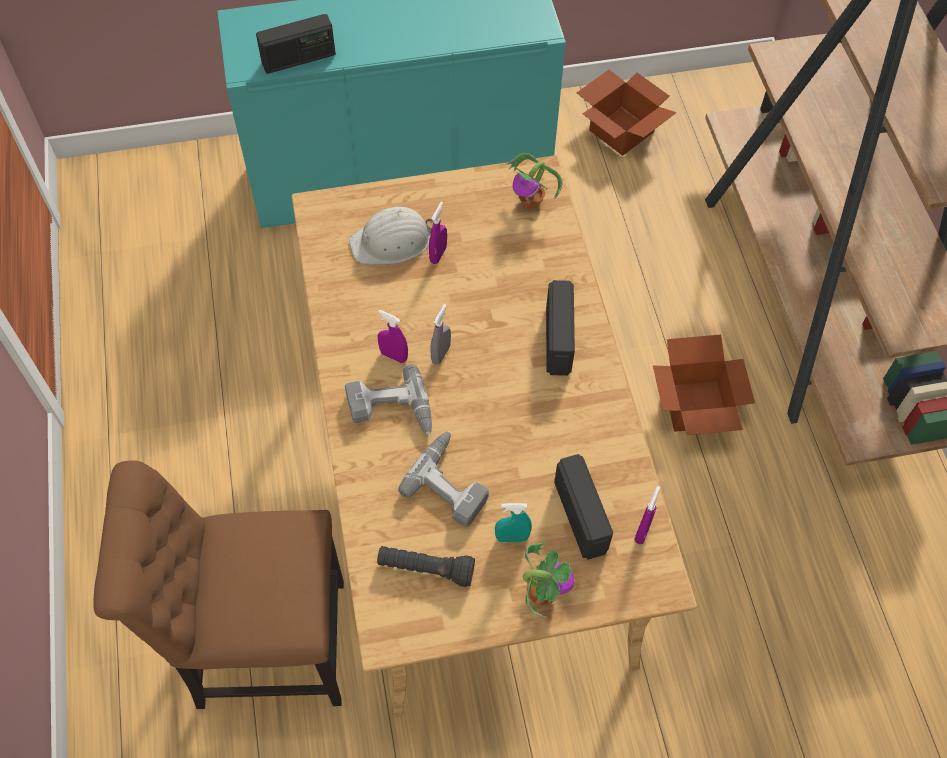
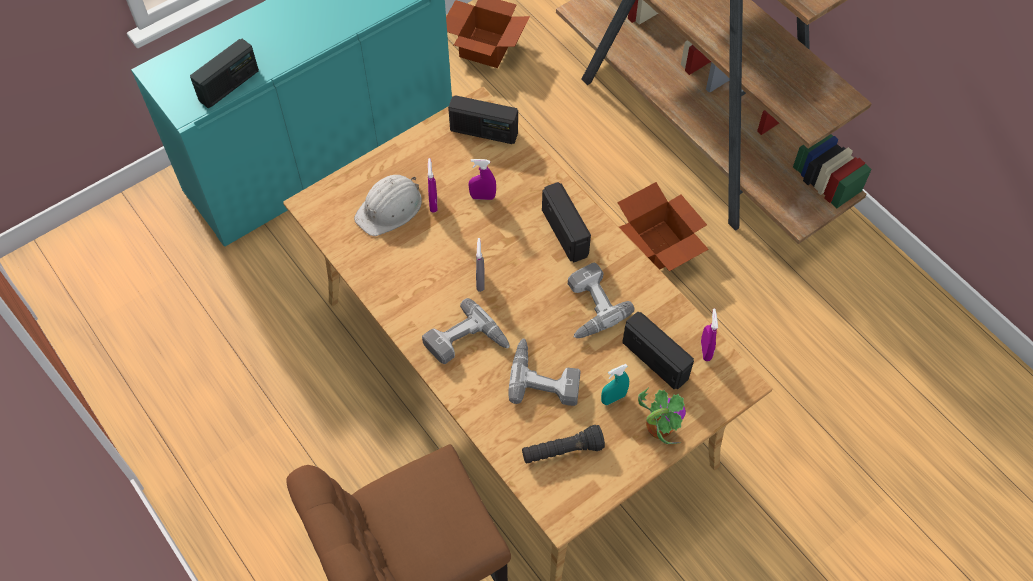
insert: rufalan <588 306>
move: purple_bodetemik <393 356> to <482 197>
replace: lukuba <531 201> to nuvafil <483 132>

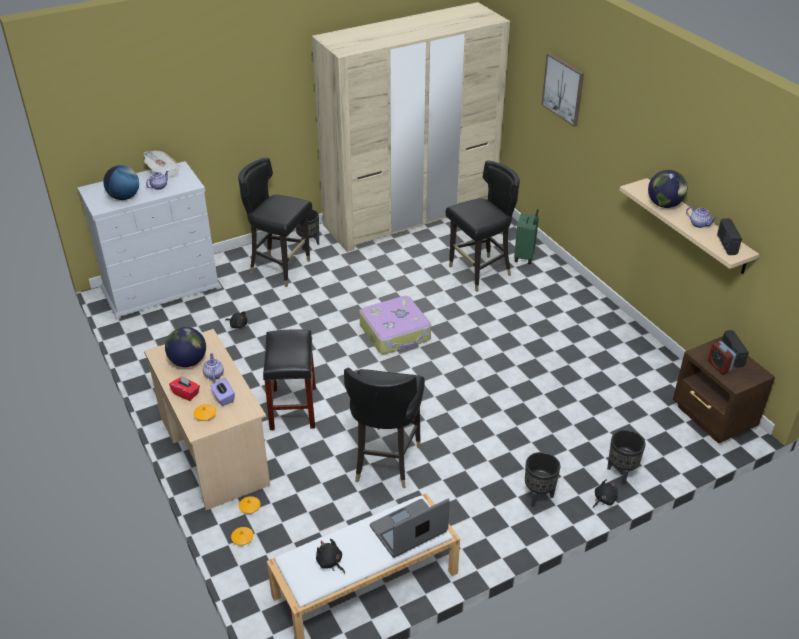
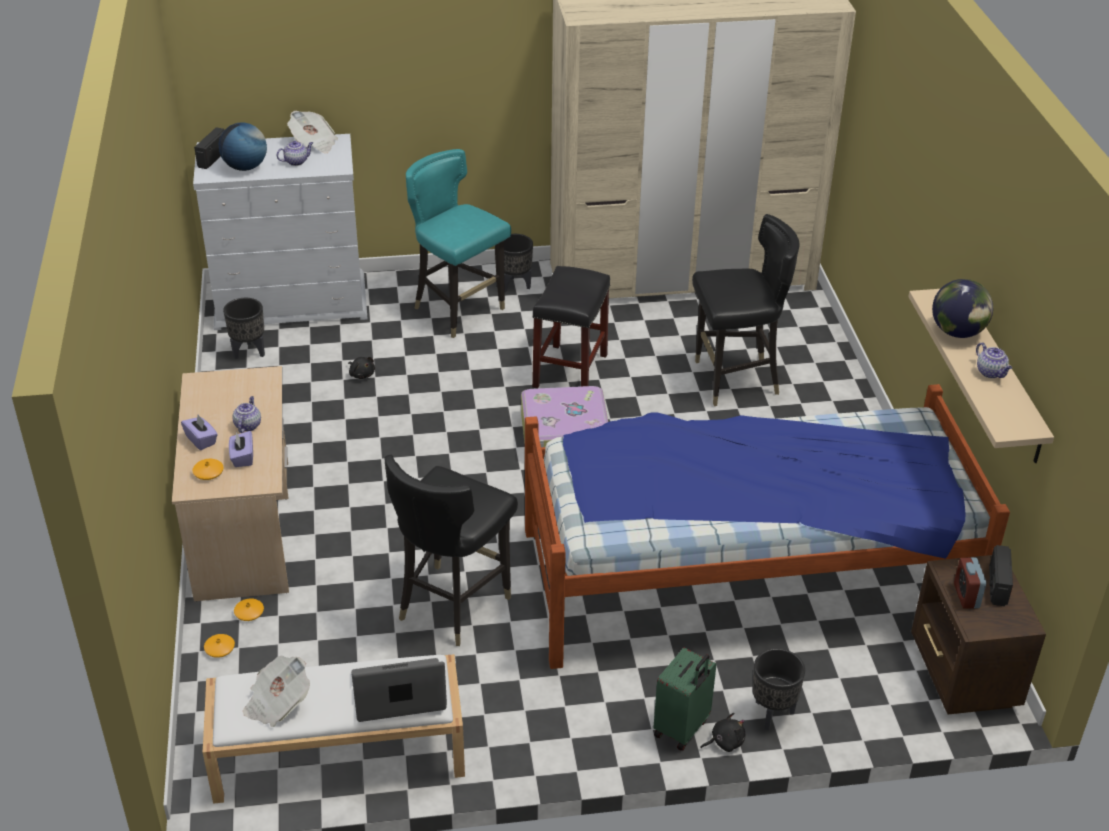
delete: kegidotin <188 361>; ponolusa <563 89>
insert: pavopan <743 575>
move: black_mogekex <293 408> to <570 371>; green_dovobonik <525 256> to <682 729>; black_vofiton <538 496> to <249 352>; nuvafil <726 244> to <212 158>
replace: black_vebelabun <330 562> to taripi <277 703>
recolor: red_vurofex <186 393> to purple_vurofex <201 440>; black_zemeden <280 268> to turquoise_zemeden <459 311>

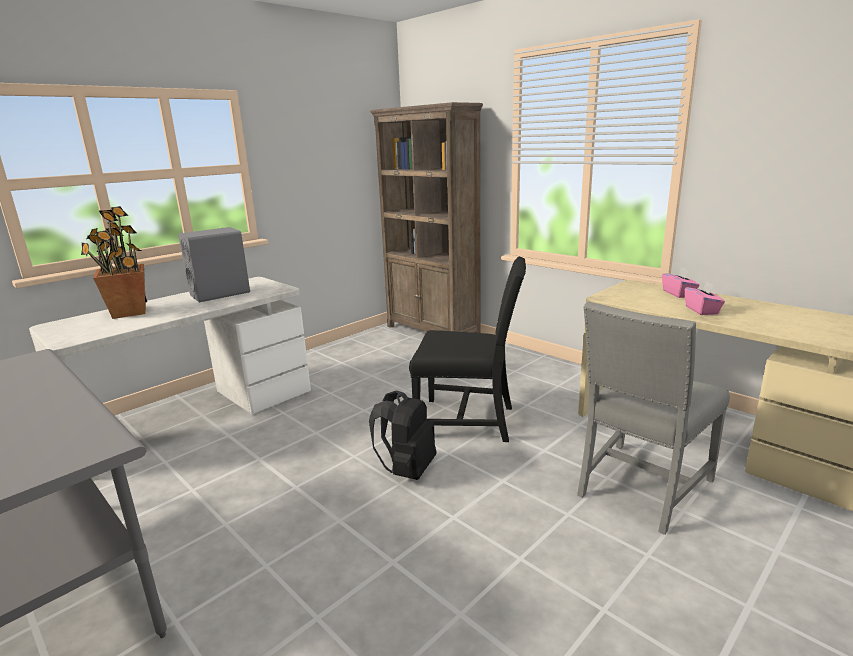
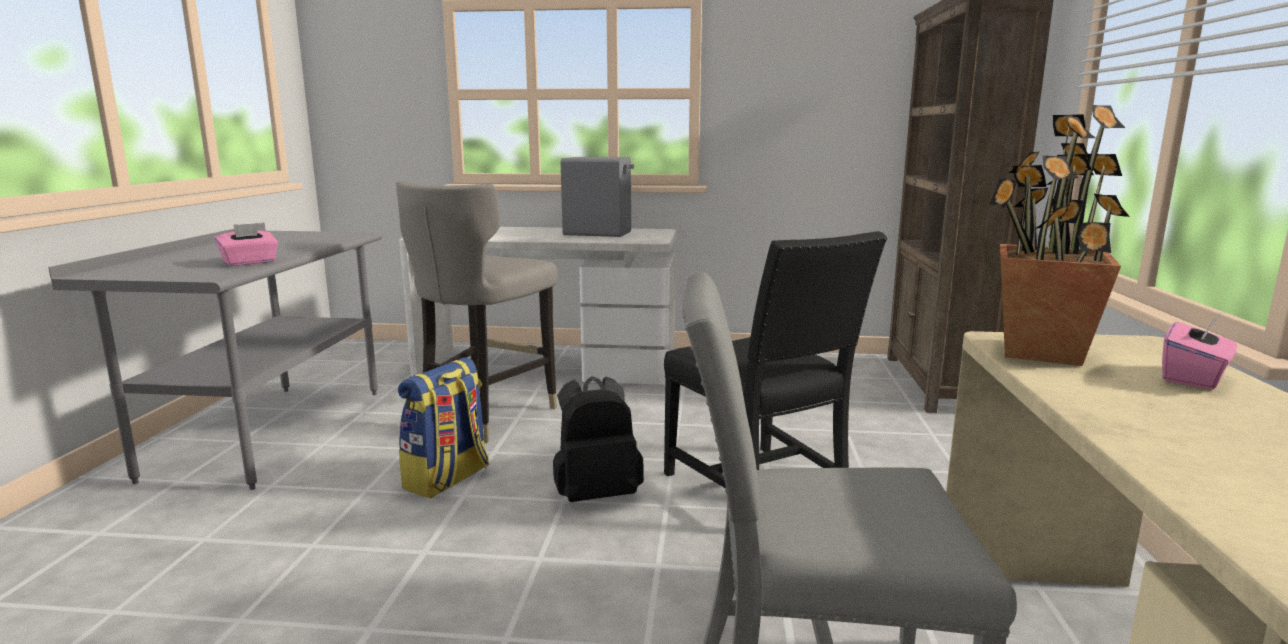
insert: grey_mogekex <484 416>; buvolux <447 479>
move: lukuba <128 312> to <1039 352>; pink_vurofex <702 310> to <250 262>

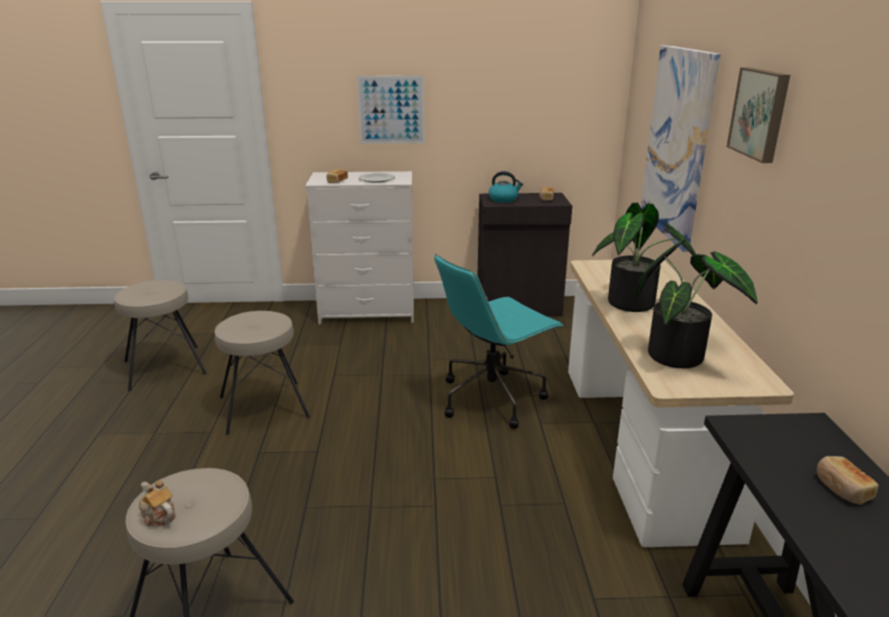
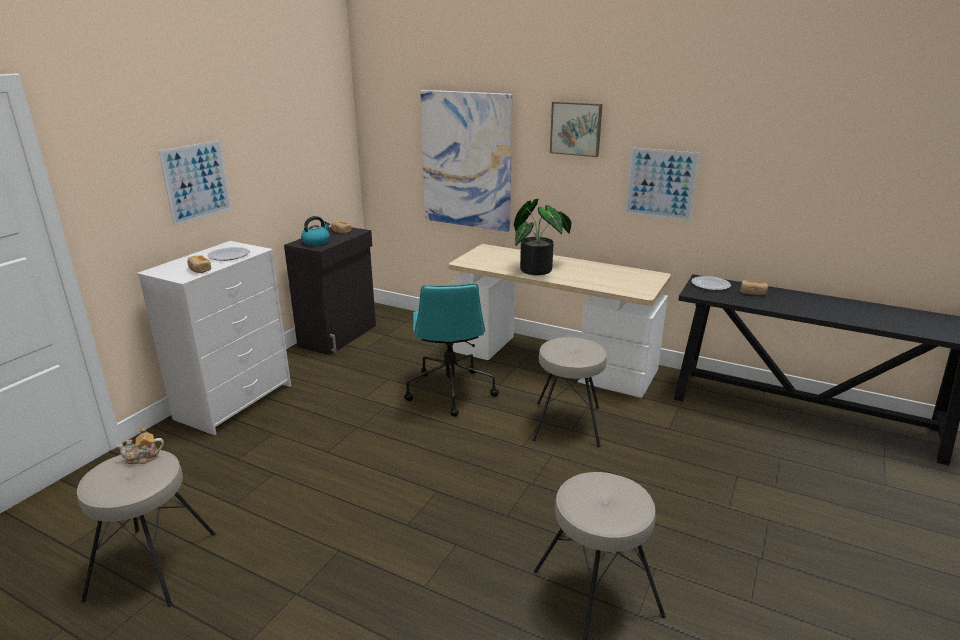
delete: lukuba <681 355>
insert: ponolusa <661 184>; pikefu <710 285>
move: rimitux <158 515> to <143 458>; beige_mogekex <264 407> to <568 423>

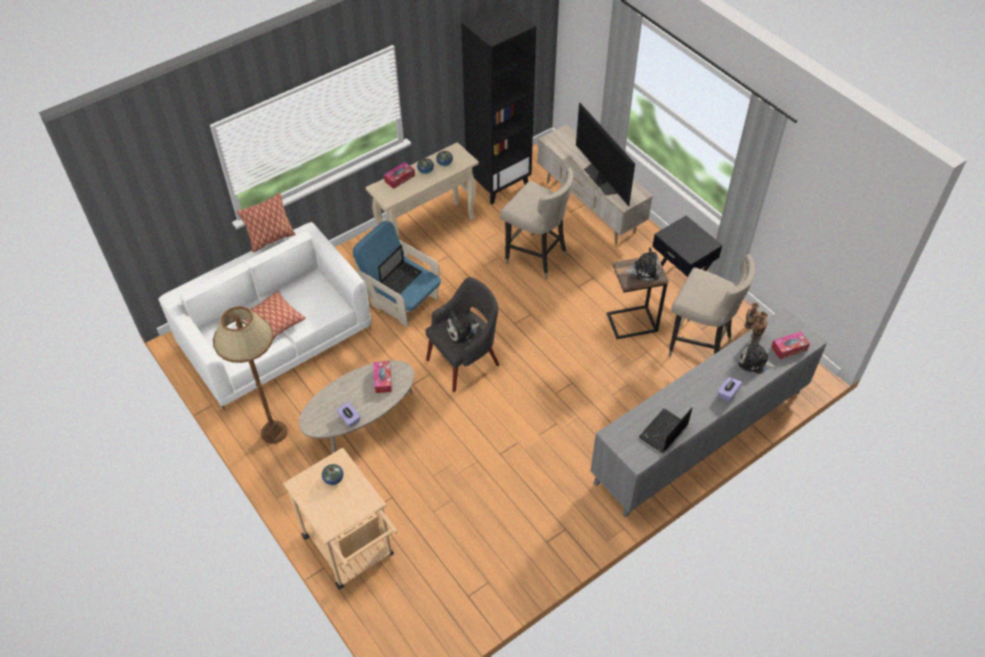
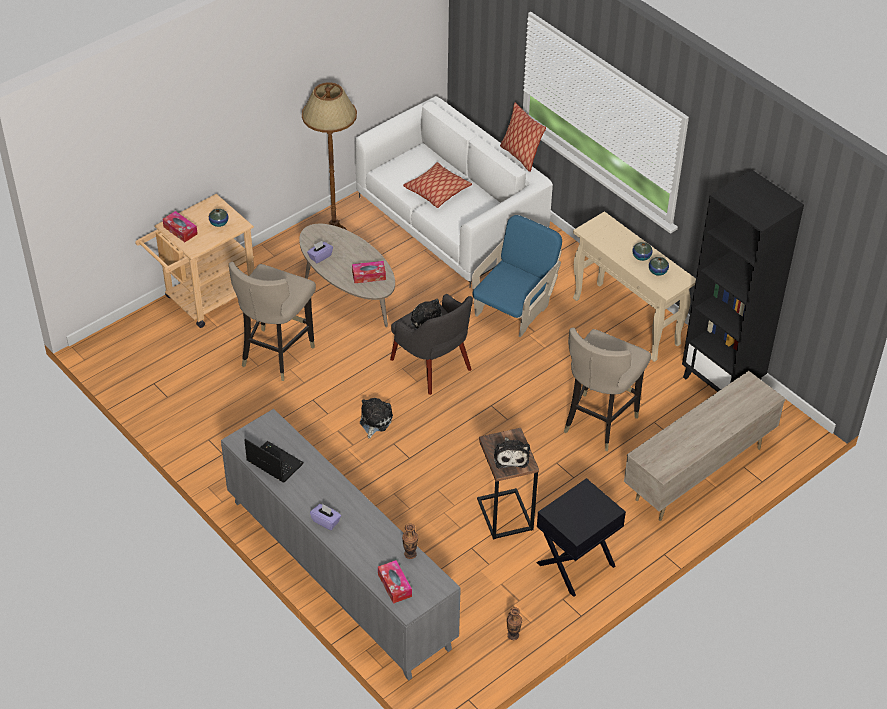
delete: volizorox <401 277>; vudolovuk <602 179>
move: vurofex <399 178> to <180 230>; beige_mogekex <698 346> to <276 354>; vebelabun <755 362> to <374 421>

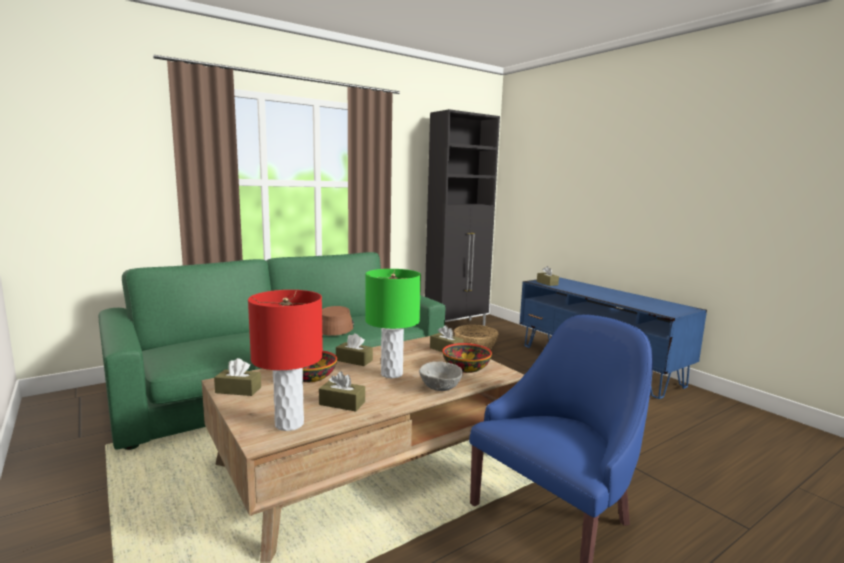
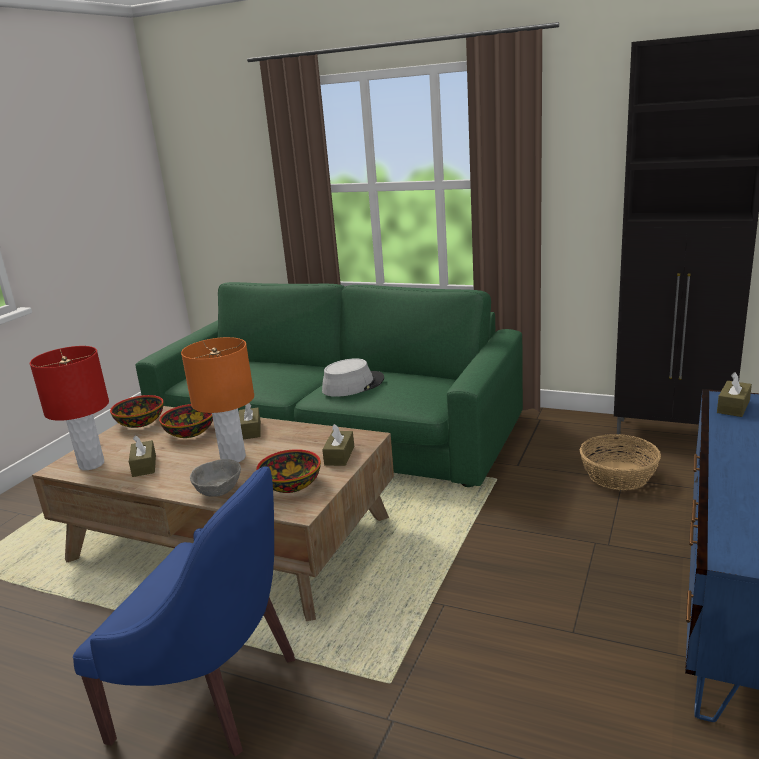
replace: brown_vurofex <238 390> to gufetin <140 422>
recolor: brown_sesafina <335 327> to grey_sesafina <353 385>; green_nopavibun <391 374> to orange_nopavibun <233 458>

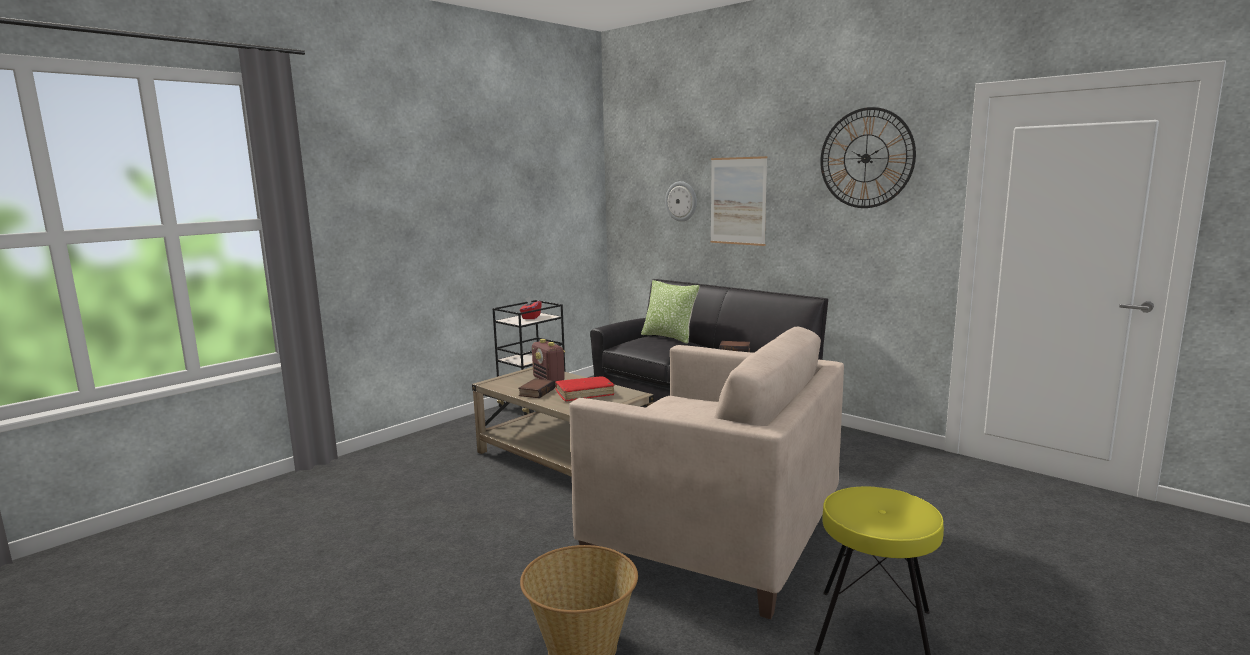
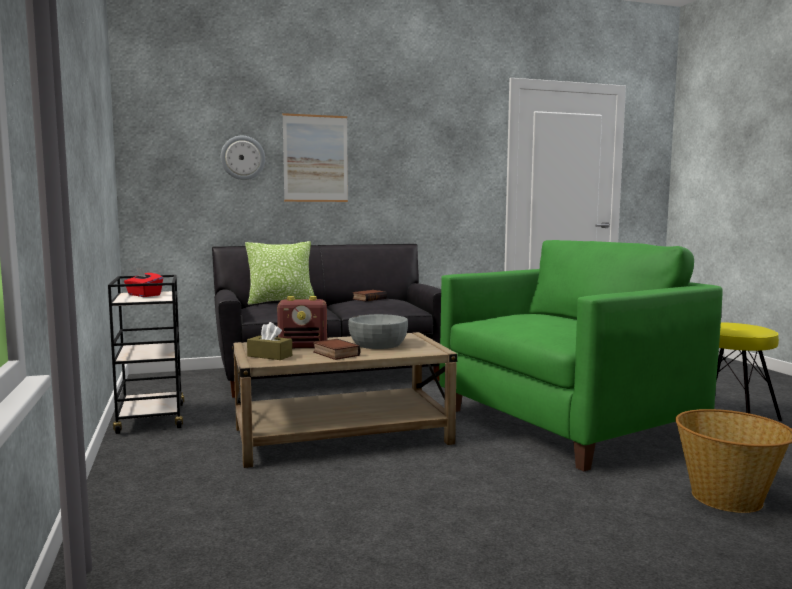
delete: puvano <866 158>
insert: brown_vurofex <269 356>
replace: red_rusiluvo <584 394> to grey_gufetin <378 344>
recolor: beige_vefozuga <714 533> to green_vefozuga <566 421>

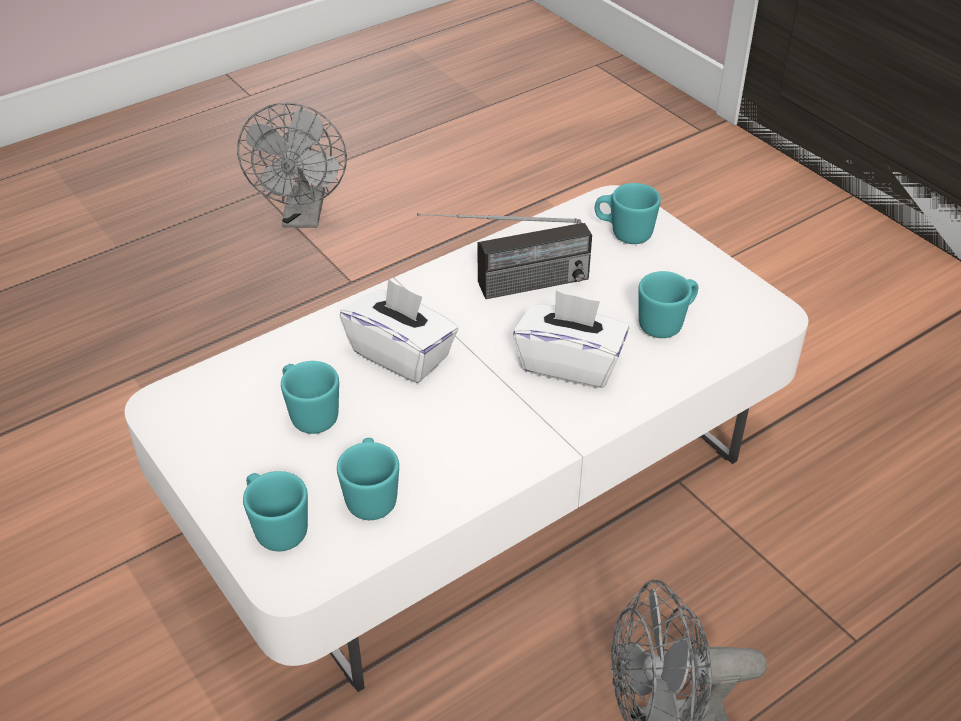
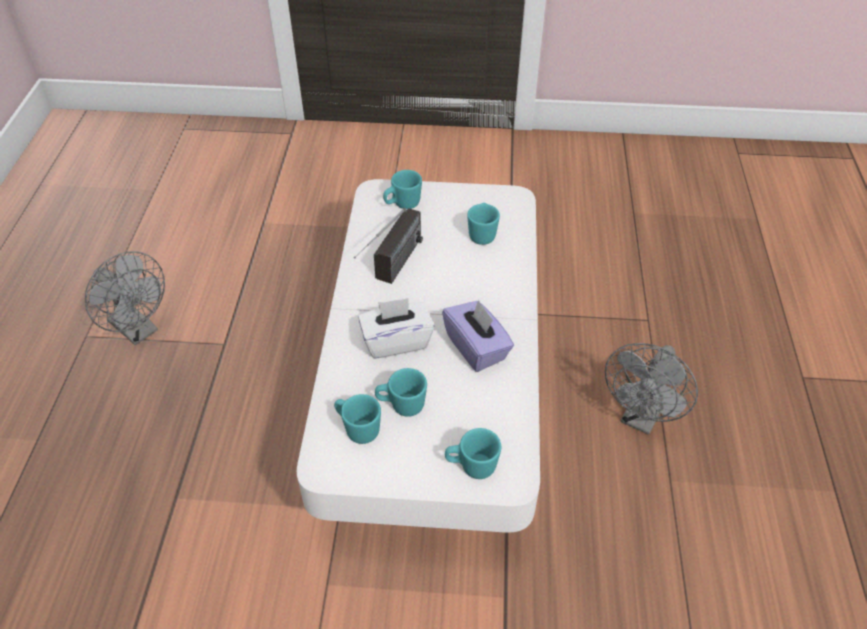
delete: white_vurofex <570 364>
insert: purple_vurofex <477 348>
move: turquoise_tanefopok <371 496> to <357 429>

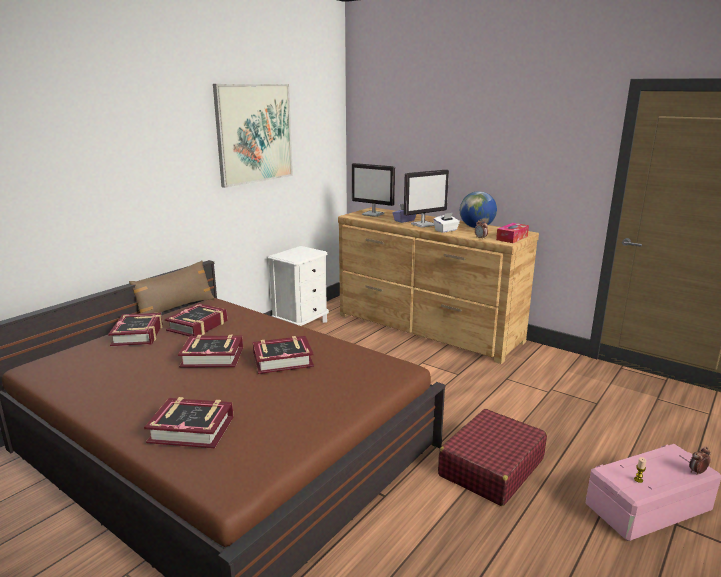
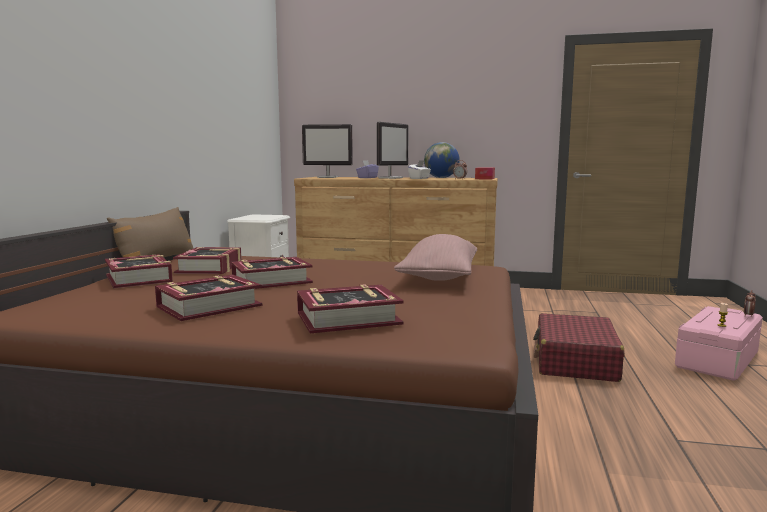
delete: ponolusa <254 133>
insert: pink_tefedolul <439 277>
move: rusiluvo <283 360> to <209 306>

